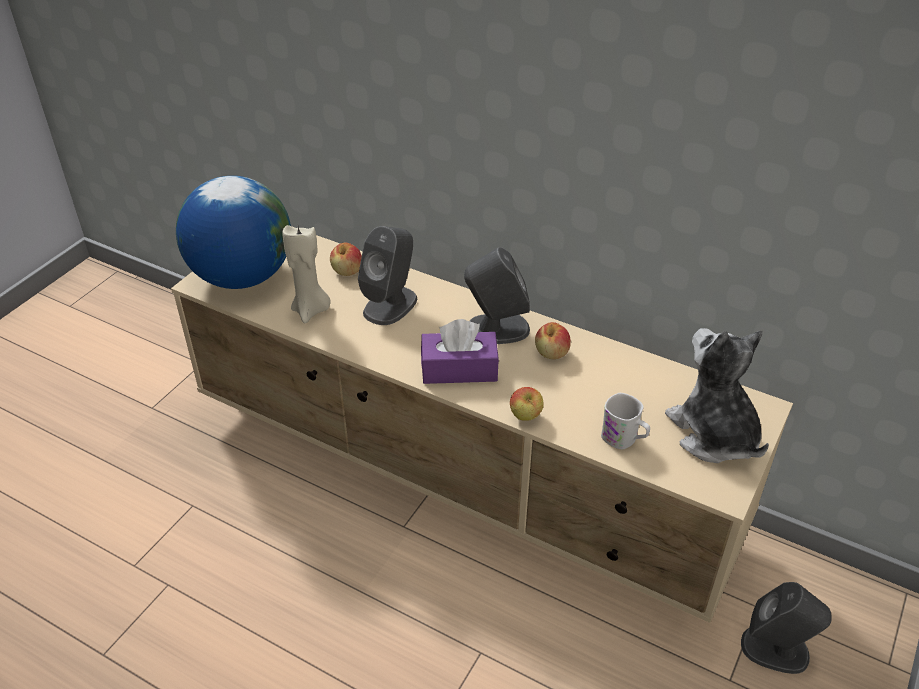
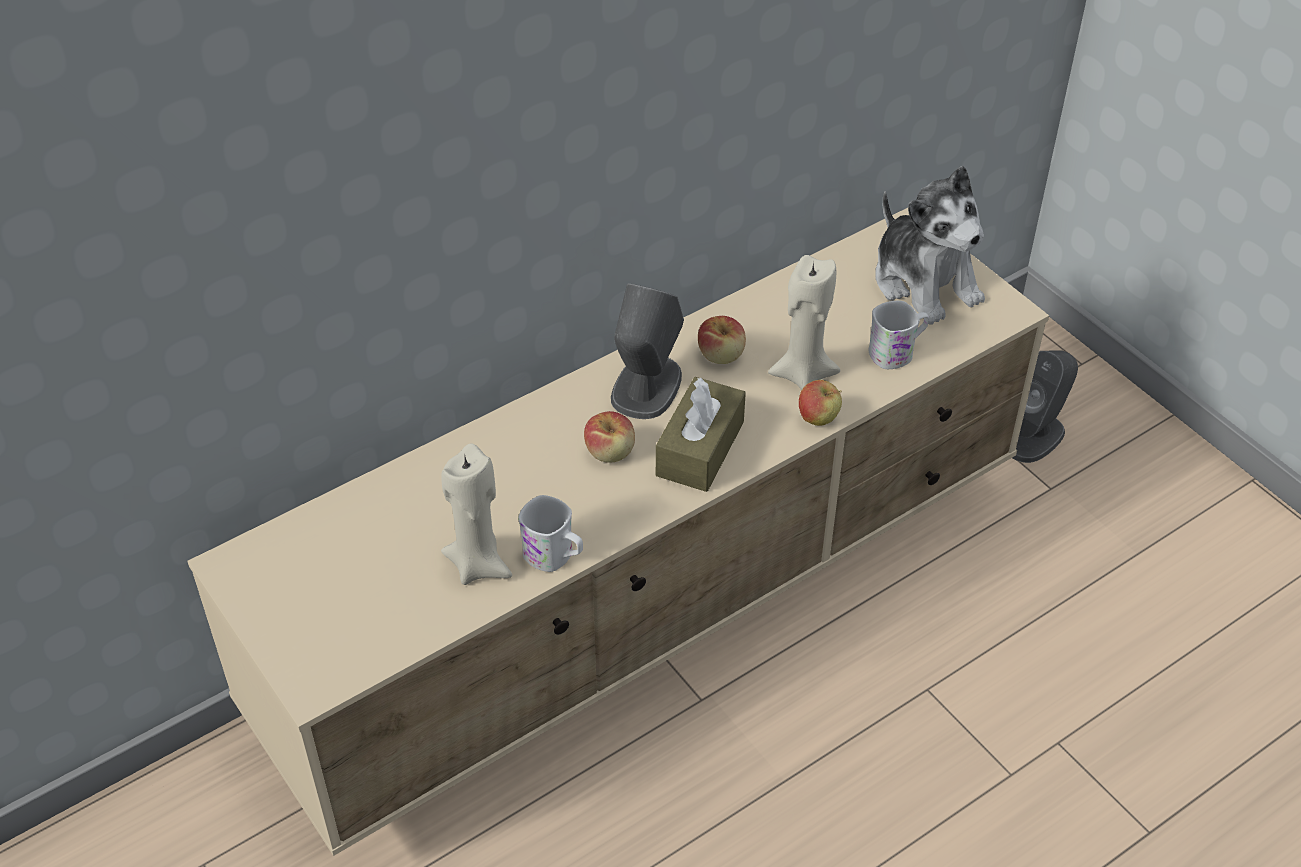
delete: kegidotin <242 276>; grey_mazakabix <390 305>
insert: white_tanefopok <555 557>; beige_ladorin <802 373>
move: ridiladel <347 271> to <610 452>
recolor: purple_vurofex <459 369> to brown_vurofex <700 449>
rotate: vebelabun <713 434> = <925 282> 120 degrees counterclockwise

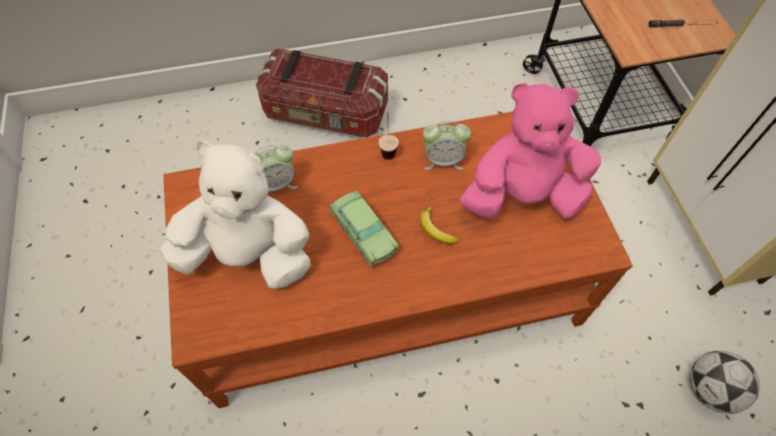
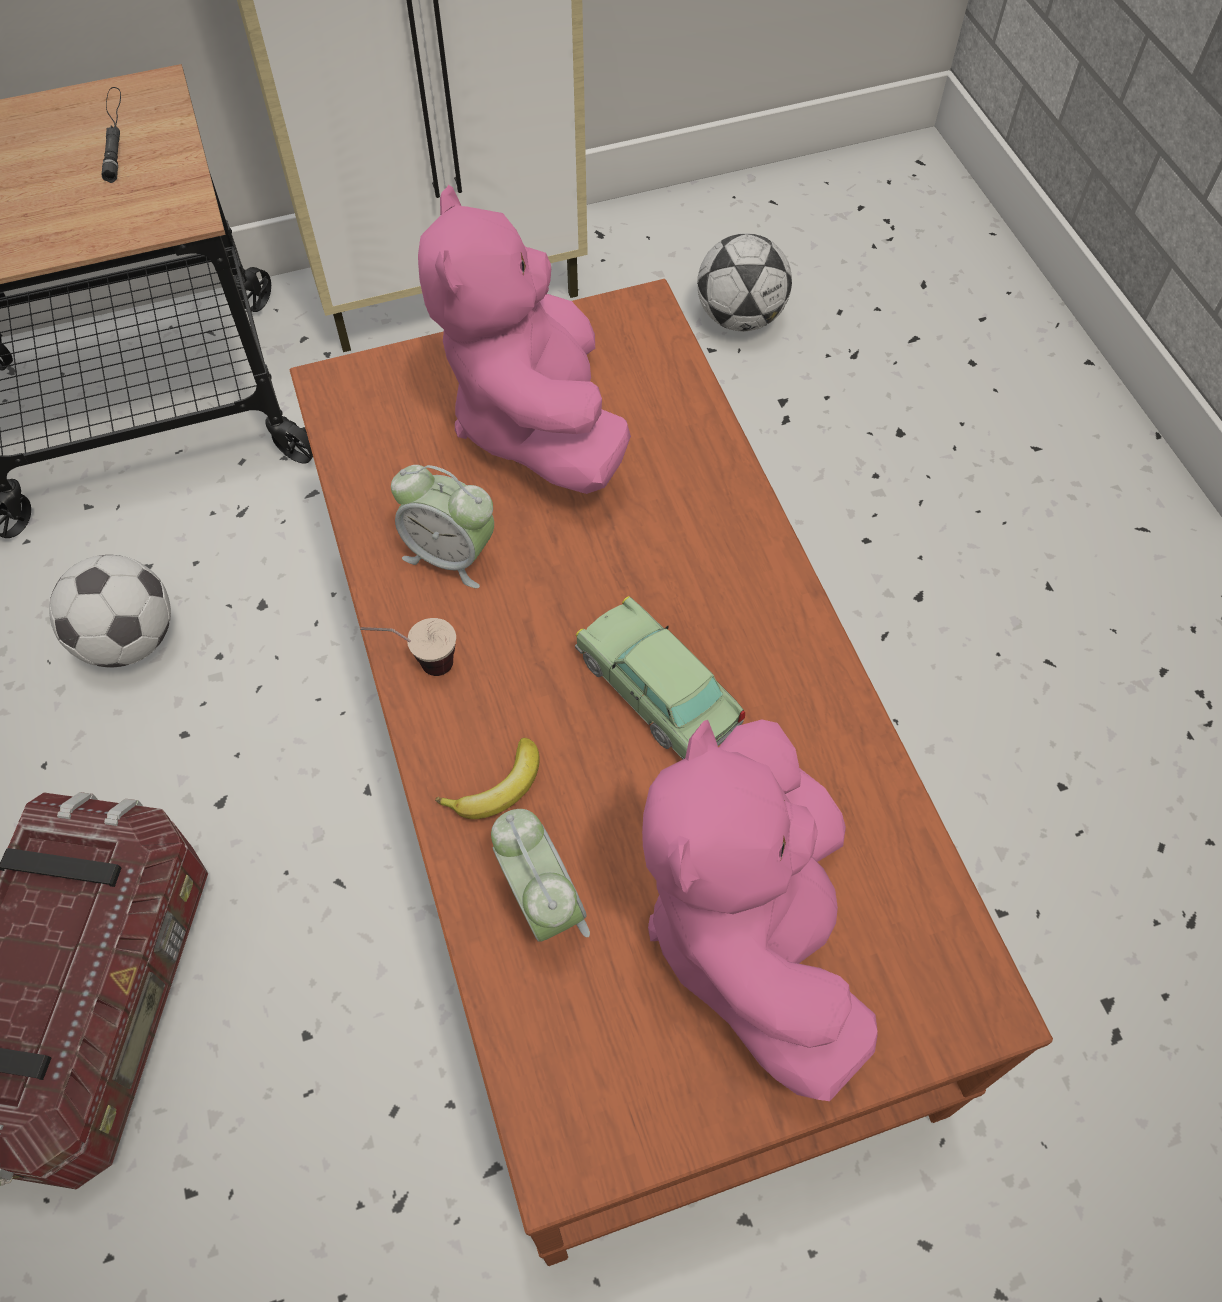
insert: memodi <130 640>
move: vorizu <435 230> to <498 788>
recolor: white_vebelabun <249 255> to pink_vebelabun <750 928>
rotate: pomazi <364 233> = <657 691> 90 degrees counterclockwise; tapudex <443 160> = <451 555> 120 degrees clockwise

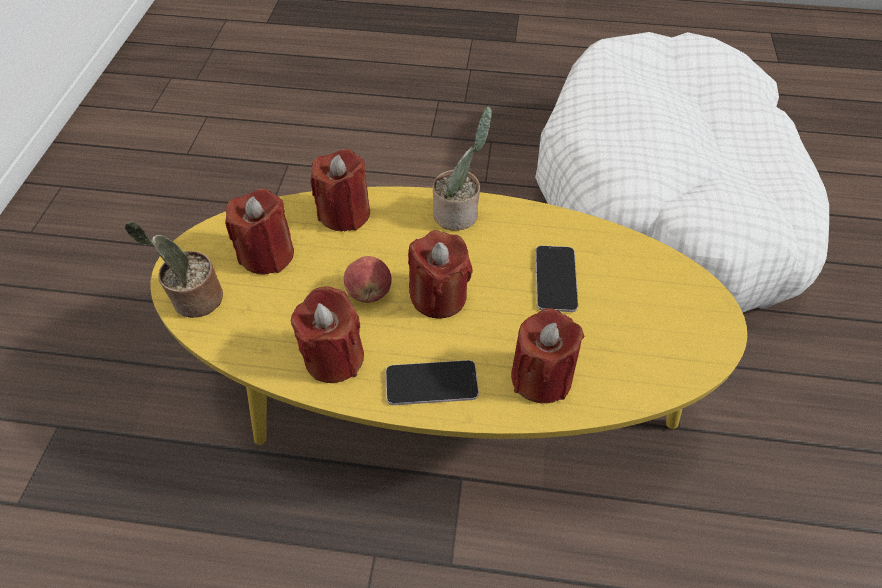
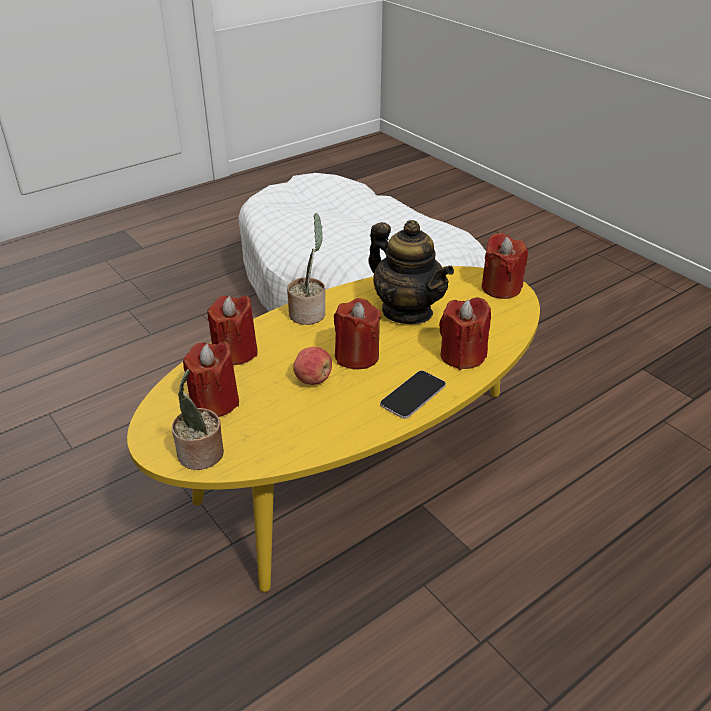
move: red_ladorin <334 357> to <501 288>
replace: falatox <555 279> to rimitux <407 311>

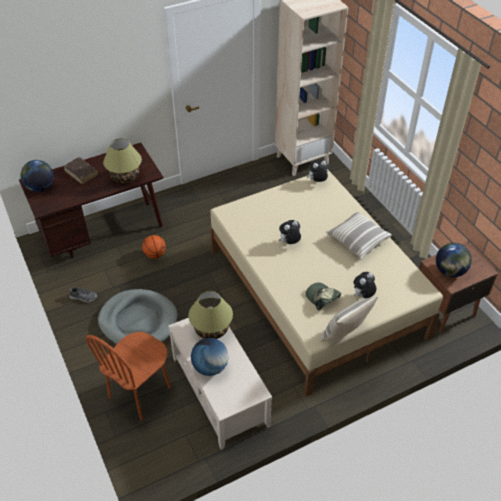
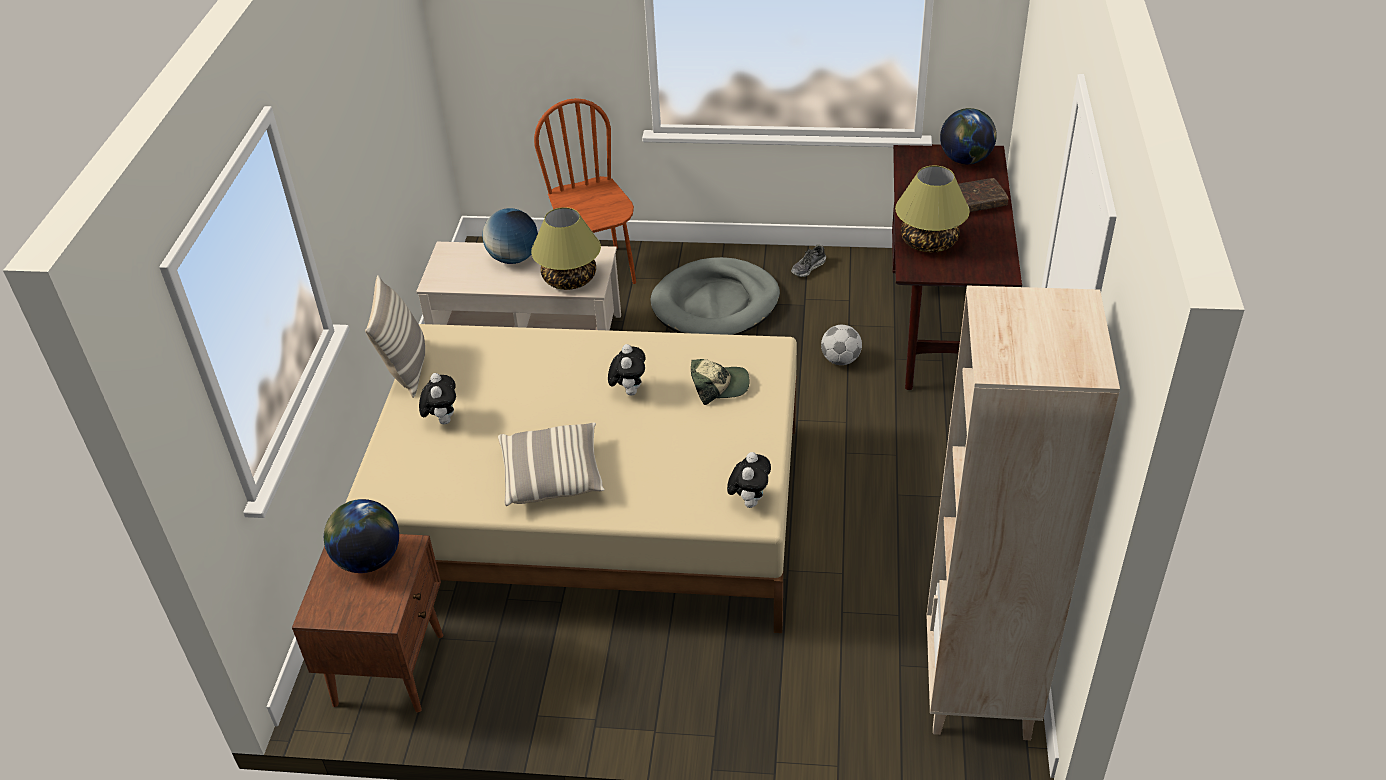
move: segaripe <322 298> to <719 386>
replace: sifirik <155 254> to memodi <841 360>

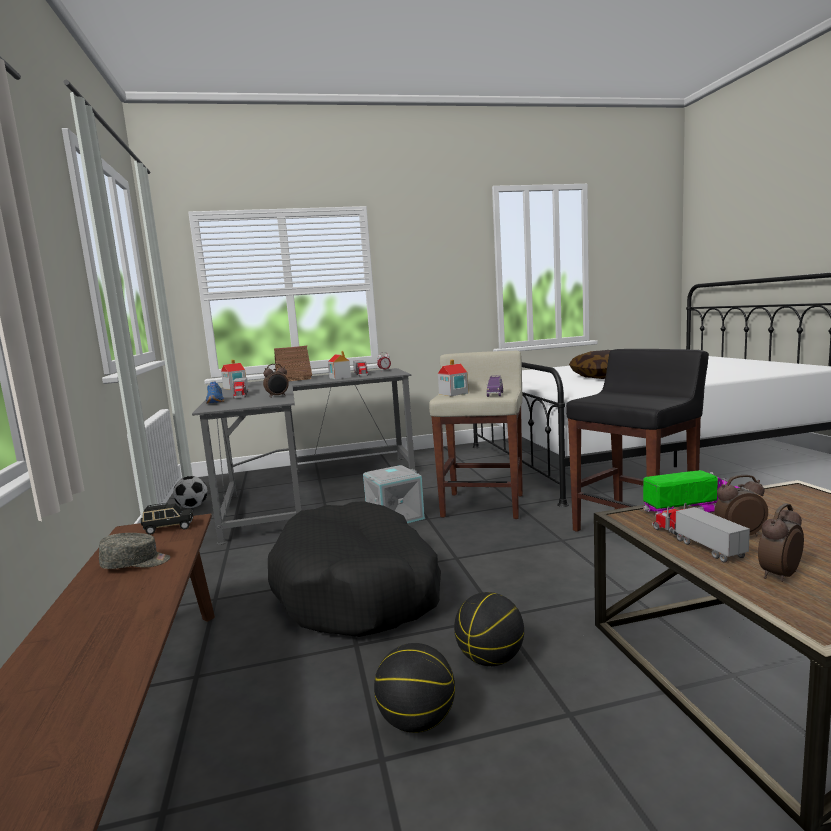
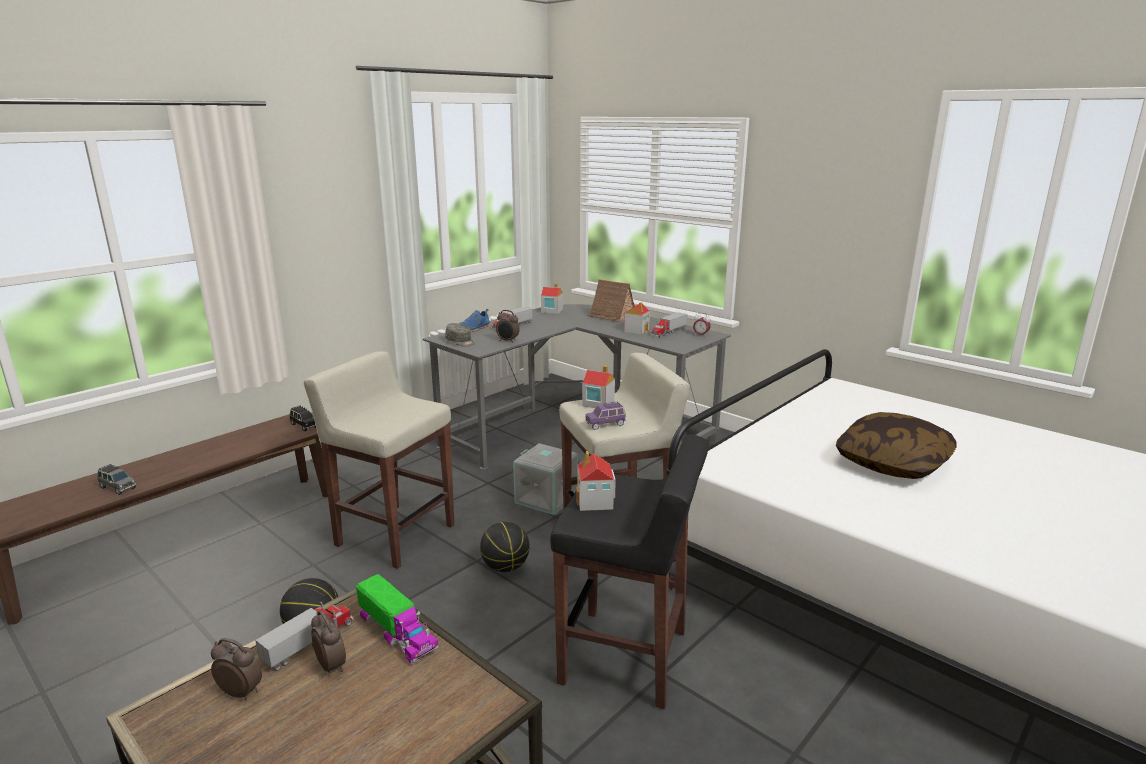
delete: memodi <192 507>
insert: grey_pomazi <117 488>; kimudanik <595 502>
move: grey_segaripe <136 563> to <460 342>; sifirik <417 721> to <506 567>
replace: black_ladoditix <359 589> to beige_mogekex <394 534>

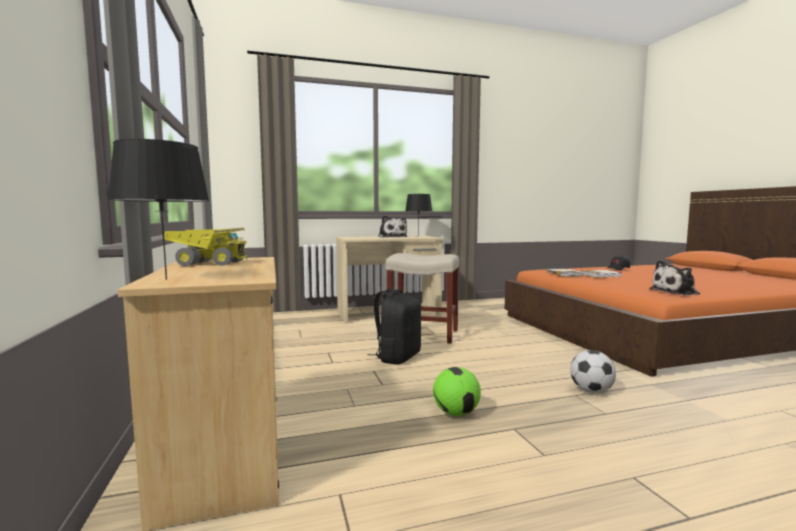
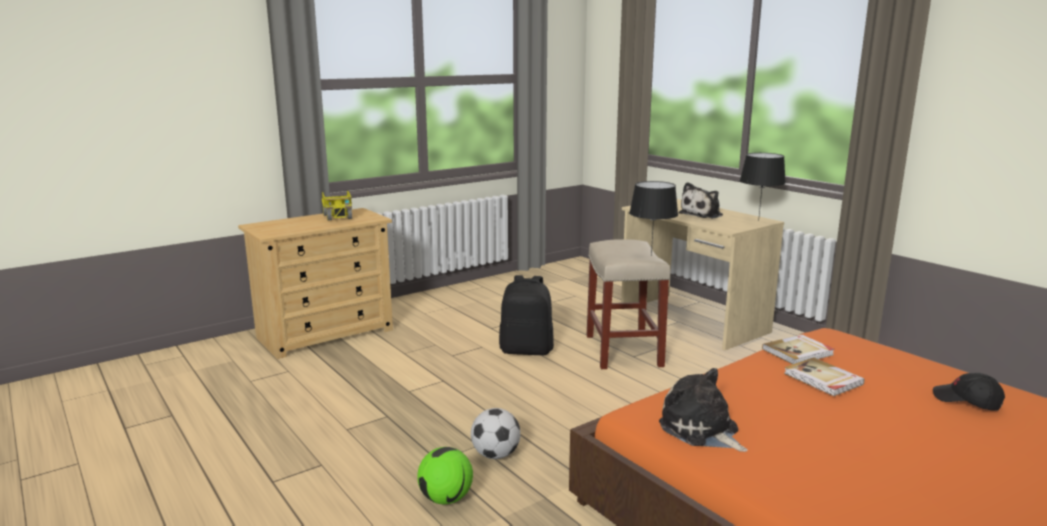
move: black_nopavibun <165 279> to <651 255>; memodi <456 413> to <446 499>

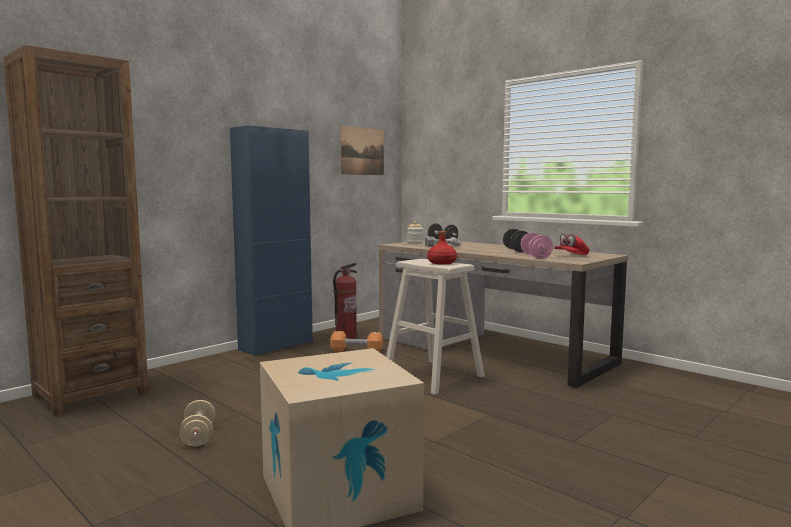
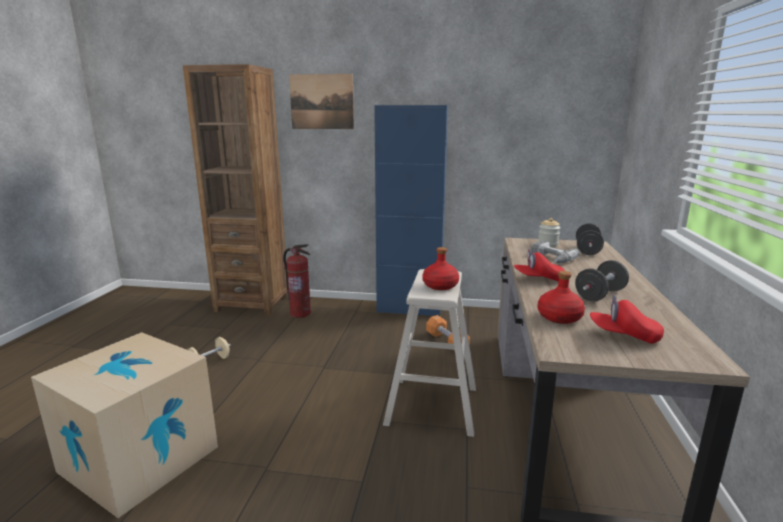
insert: red_segaripe <538 279>
move: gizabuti <346 337> to <300 314>; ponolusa <362 151> to <322 102>
replace: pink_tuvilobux <536 257> to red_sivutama <559 317>

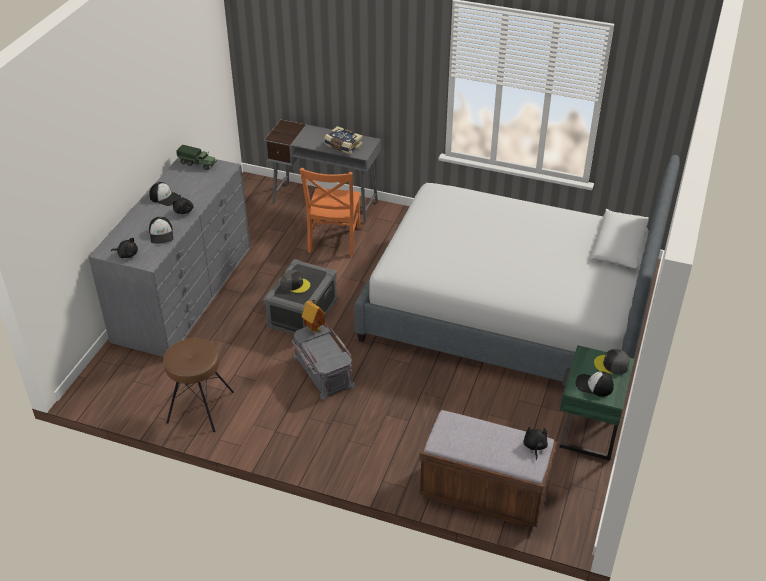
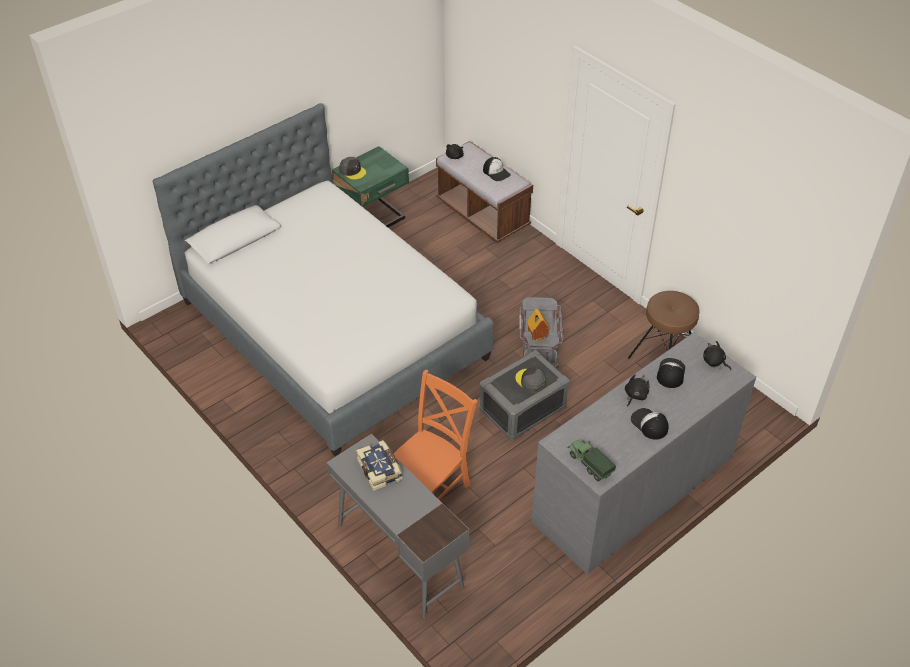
move: segaripe <594 385> to <496 172>

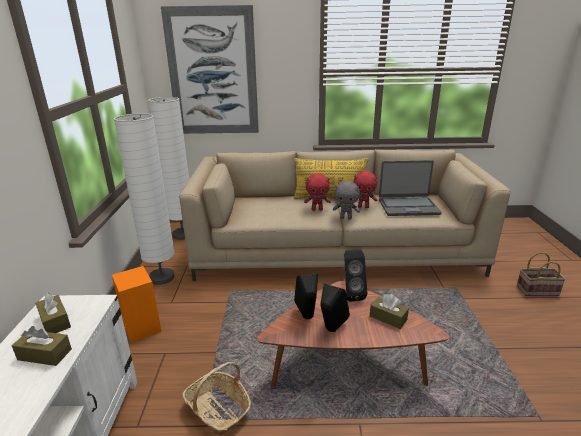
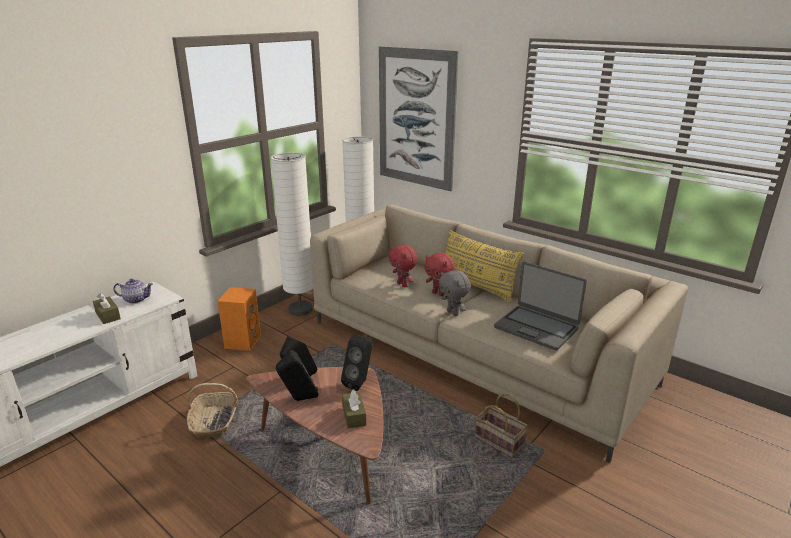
move: red_vebelabun <363 207> to <403 285>; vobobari <538 290> to <500 442>
replace: brown_vurofex <55 321> to rimitux <136 299>

